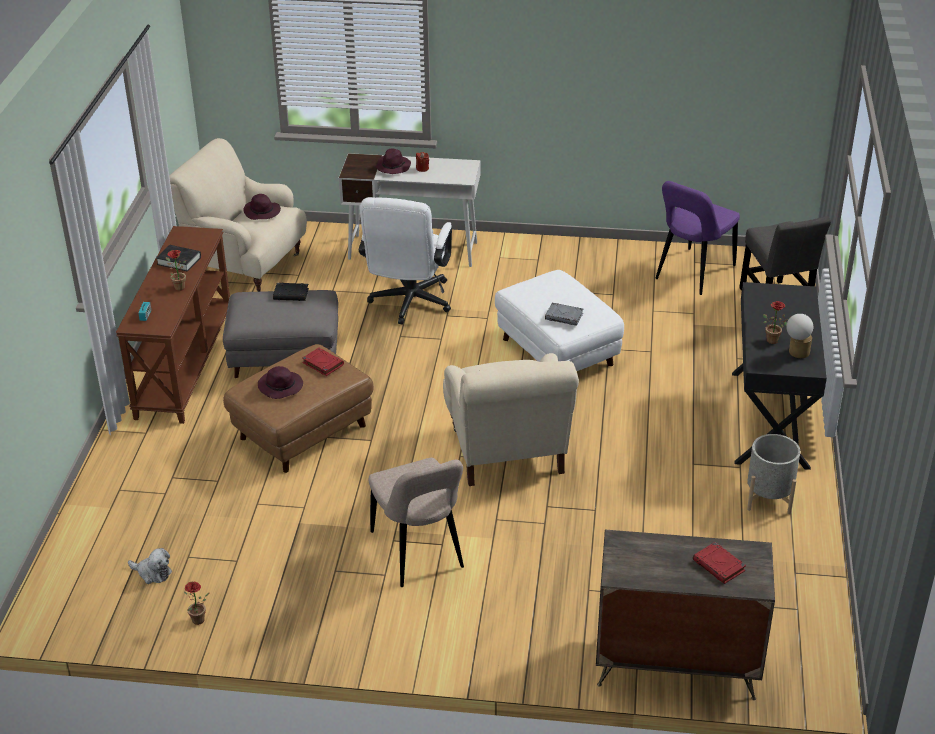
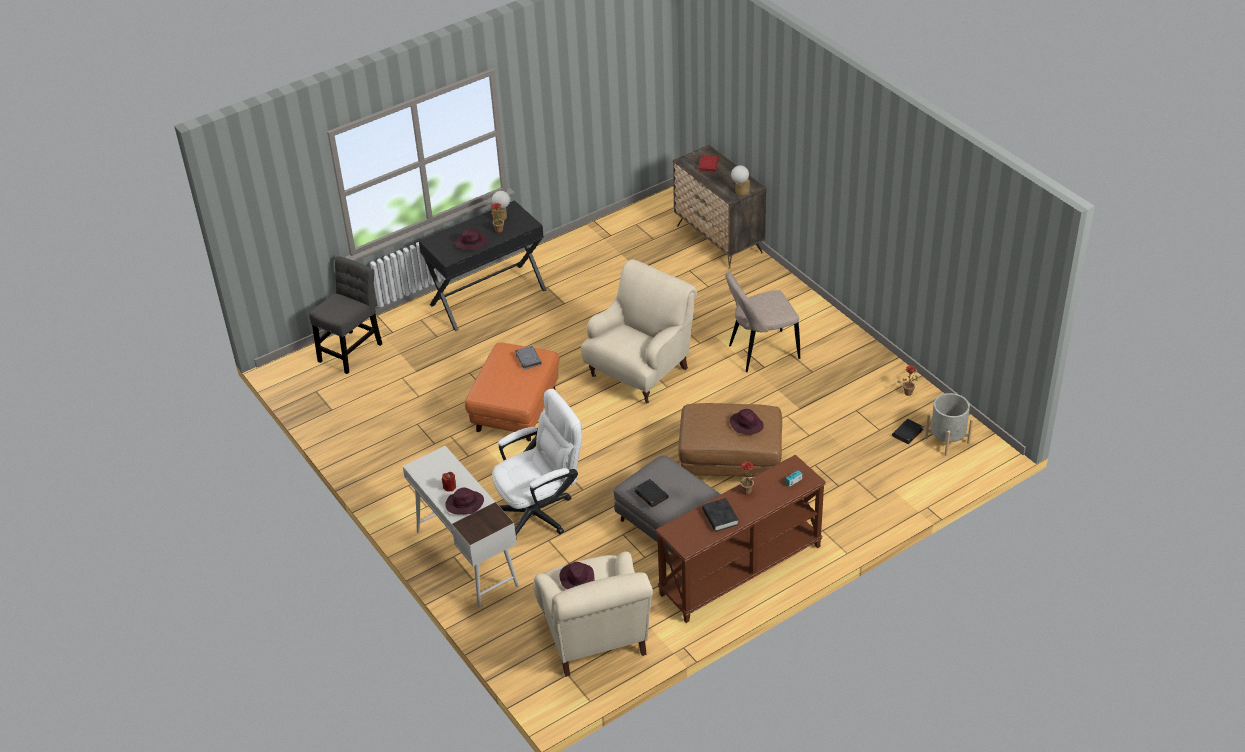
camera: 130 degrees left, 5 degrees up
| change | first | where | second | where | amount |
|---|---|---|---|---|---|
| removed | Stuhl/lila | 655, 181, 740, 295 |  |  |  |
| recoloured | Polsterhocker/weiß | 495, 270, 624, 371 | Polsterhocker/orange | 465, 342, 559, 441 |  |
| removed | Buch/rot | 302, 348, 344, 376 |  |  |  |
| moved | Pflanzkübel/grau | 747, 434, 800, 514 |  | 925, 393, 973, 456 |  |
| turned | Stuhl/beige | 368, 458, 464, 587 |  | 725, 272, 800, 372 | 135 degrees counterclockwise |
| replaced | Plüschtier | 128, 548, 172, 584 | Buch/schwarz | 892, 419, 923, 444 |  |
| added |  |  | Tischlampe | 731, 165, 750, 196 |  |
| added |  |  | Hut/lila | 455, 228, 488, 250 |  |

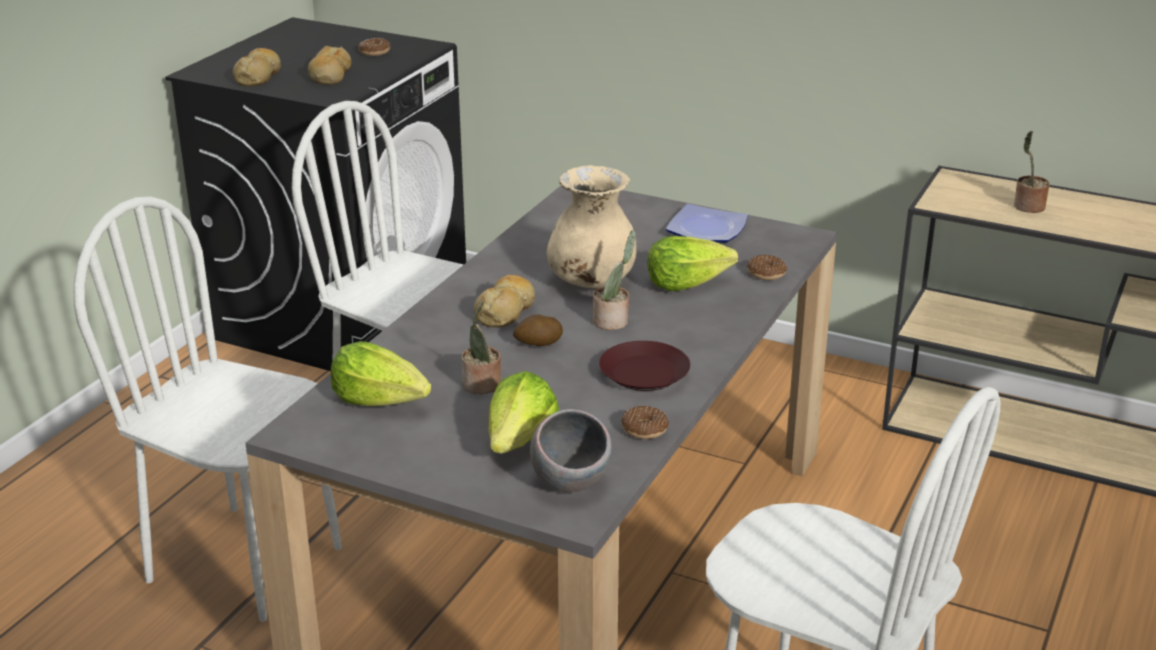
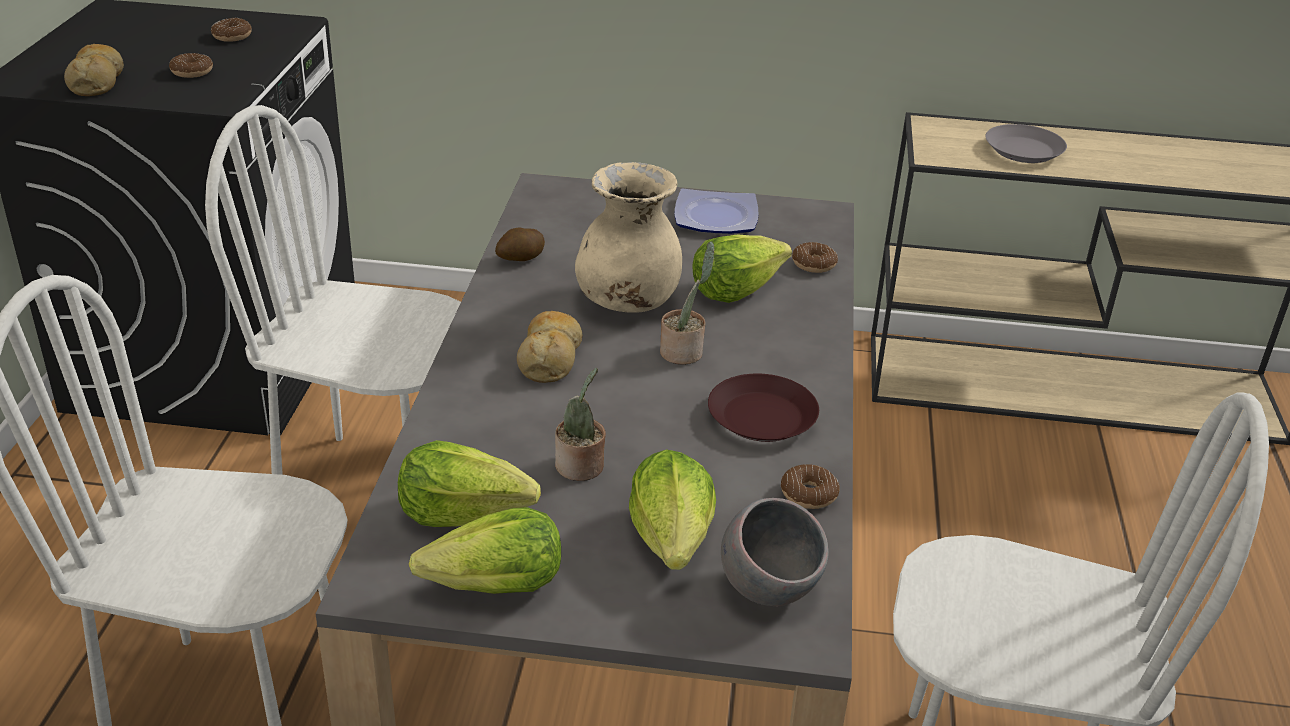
camera: 20 degrees left, 5 degrees up
| change | first | where | second | where | amount |
|---|---|---|---|---|---|
| replaced | Brot | 308, 46, 351, 85 | Donut | 169, 53, 213, 78 |  |
| replaced | Topfpflanze | 1014, 131, 1050, 213 | Teller/grau | 985, 124, 1067, 163 |  |
| moved | Kartoffel | 513, 315, 563, 346 |  | 495, 227, 545, 261 |  |
| added |  |  | Salatkopf | 409, 507, 561, 594 |  |

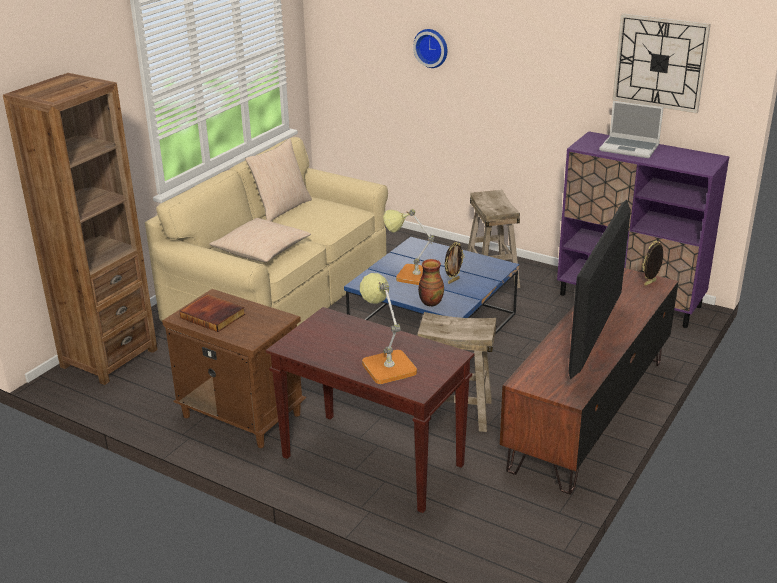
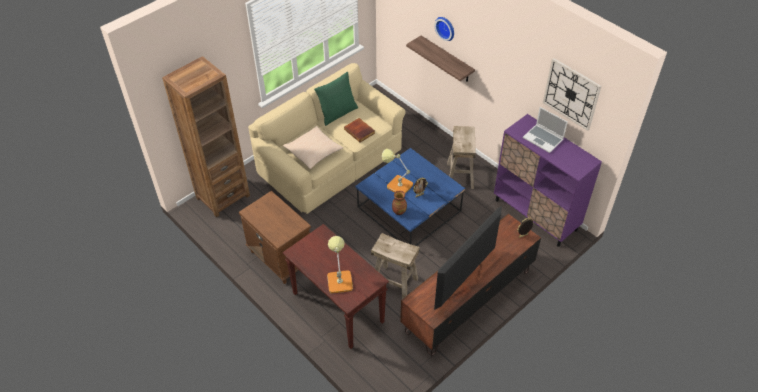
camera: 15 degrees right, 20 degrees up
| change | first | where | second | where | amount |
|---|---|---|---|---|---|
| recoloured | Kissen/beige | 245, 138, 312, 221 | Kissen/grün | 314, 72, 358, 126 |  |
| moved | Buch | 179, 294, 245, 332 |  | 344, 118, 375, 142 |  |
| added |  |  | Wandregal | 406, 36, 475, 82 |  |

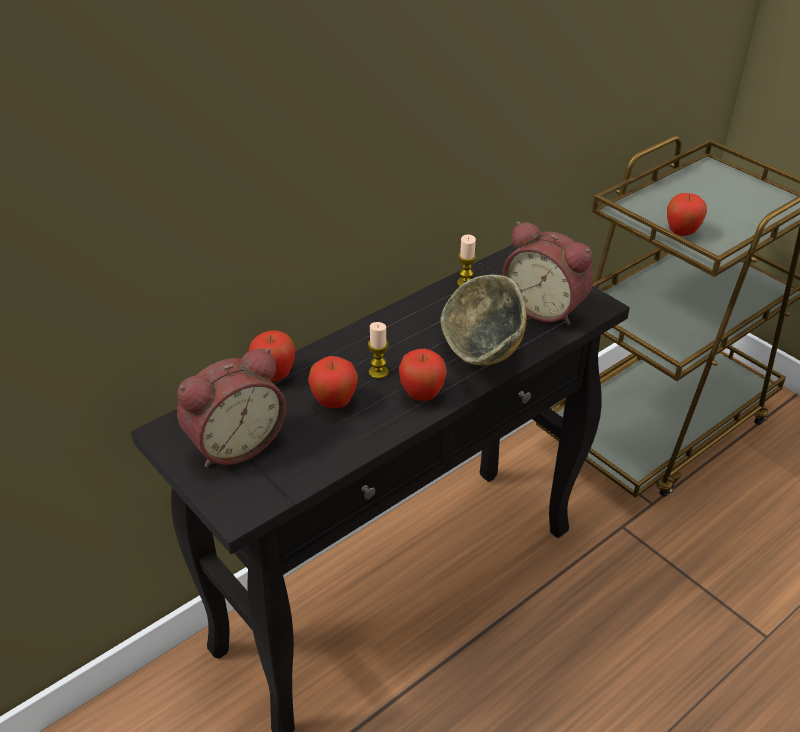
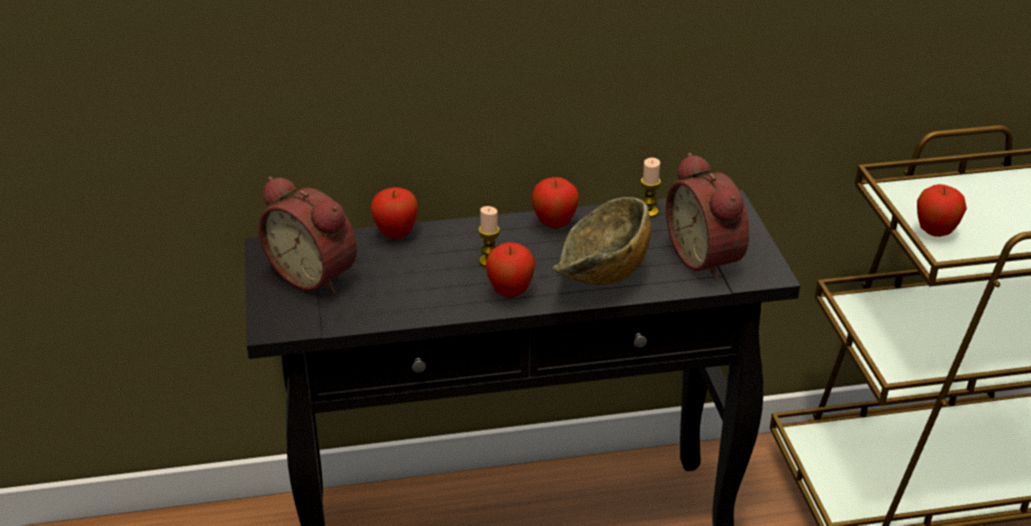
camera: 30 degrees right, 5 degrees down
| change | first | where | second | where | amount |
|---|---|---|---|---|---|
| turned | Wecker | 177, 348, 286, 467 |  | 258, 177, 357, 294 | 45 degrees clockwise |
| moved | Apfel | 308, 356, 358, 408 |  | 531, 177, 579, 229 |  |

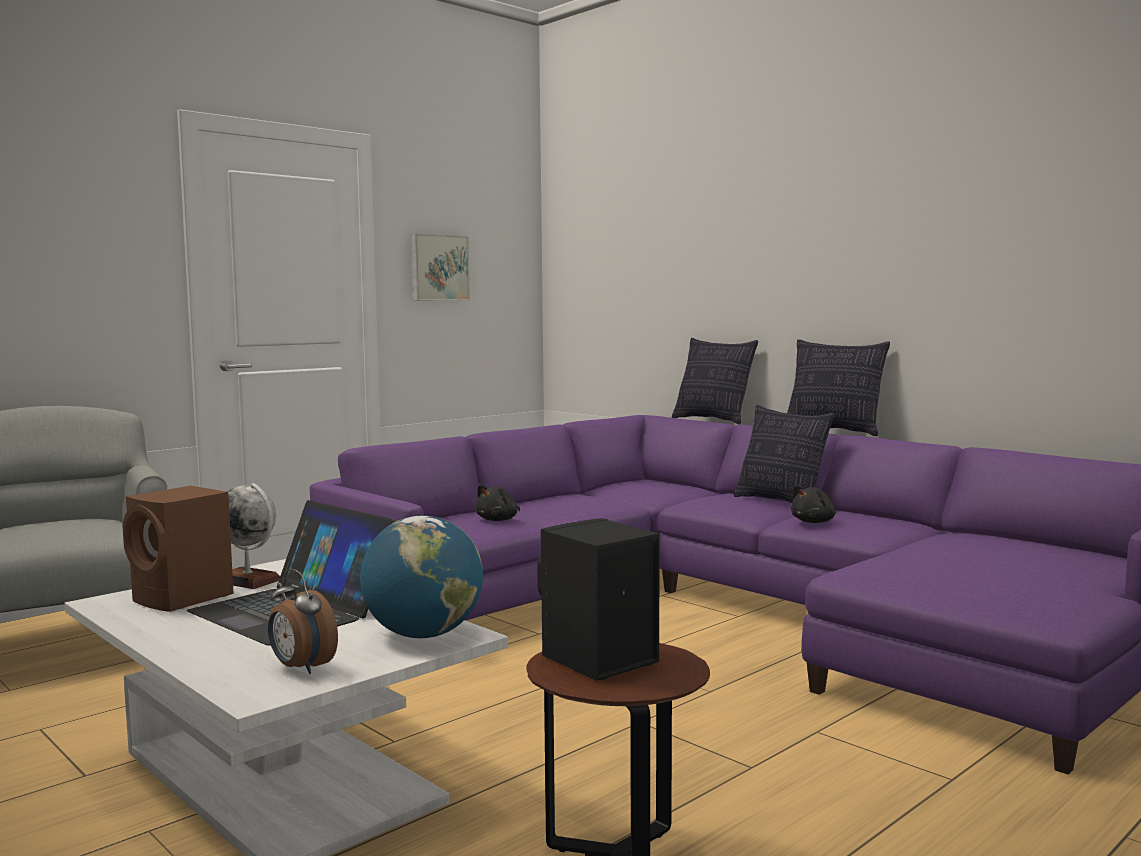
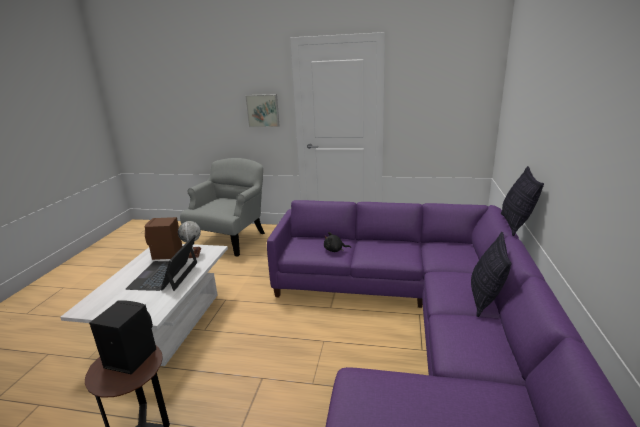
camera: 55 degrees right, 15 degrees up
| change | first | where | second | where | amount |
|---|---|---|---|---|---|
| moved | Bild | 411, 234, 470, 301 |  | 245, 94, 280, 127 |  |
| removed | Kissen | 787, 339, 890, 436 |  |  |  |
| removed | Plüschtier/schwarz | 791, 484, 836, 523 |  |  |  |
| removed | Globus | 360, 515, 483, 638 |  |  |  |
| removed | Wecker | 268, 569, 338, 674 |  |  |  |

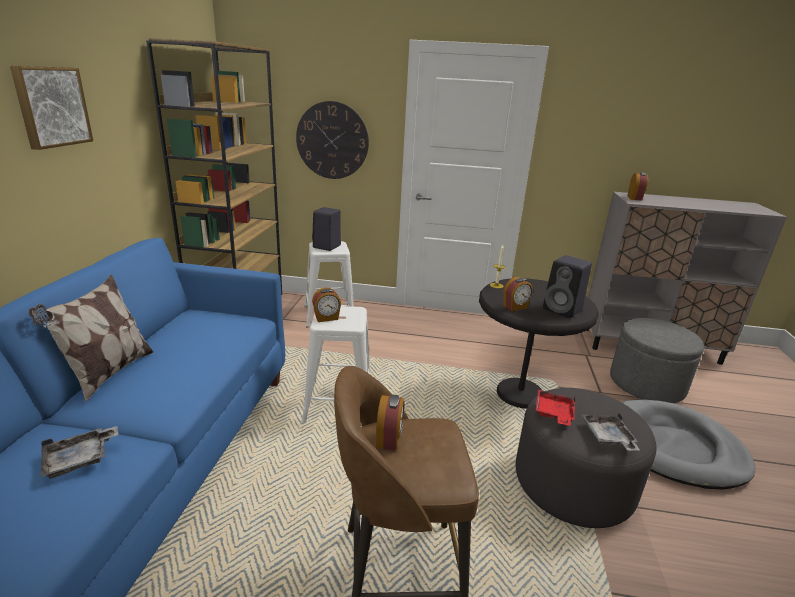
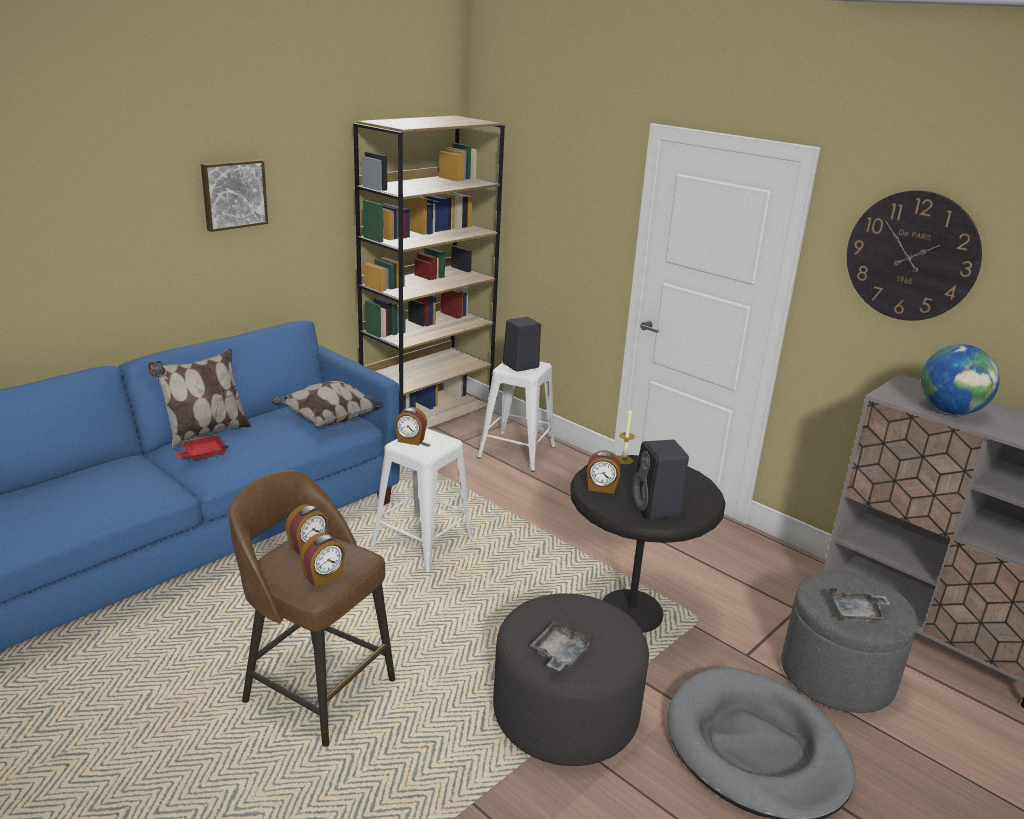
camera: 35 degrees right, 0 degrees up
| change | first | where | second | where | amount |
|---|---|---|---|---|---|
| moved | Wanduhr | 296, 101, 369, 179 |  | 847, 190, 982, 321 |  |
| moved | Wecker | 627, 172, 648, 201 |  | 300, 533, 345, 588 |  |
| moved | Tablett/rot | 535, 389, 576, 426 |  | 175, 434, 229, 460 |  |
| moved | Tablett/grau | 41, 426, 119, 479 |  | 829, 587, 891, 622 |  |
| added |  |  | Globus | 921, 344, 1000, 415 |  |
| added |  |  | Kissen | 271, 380, 384, 426 |  |

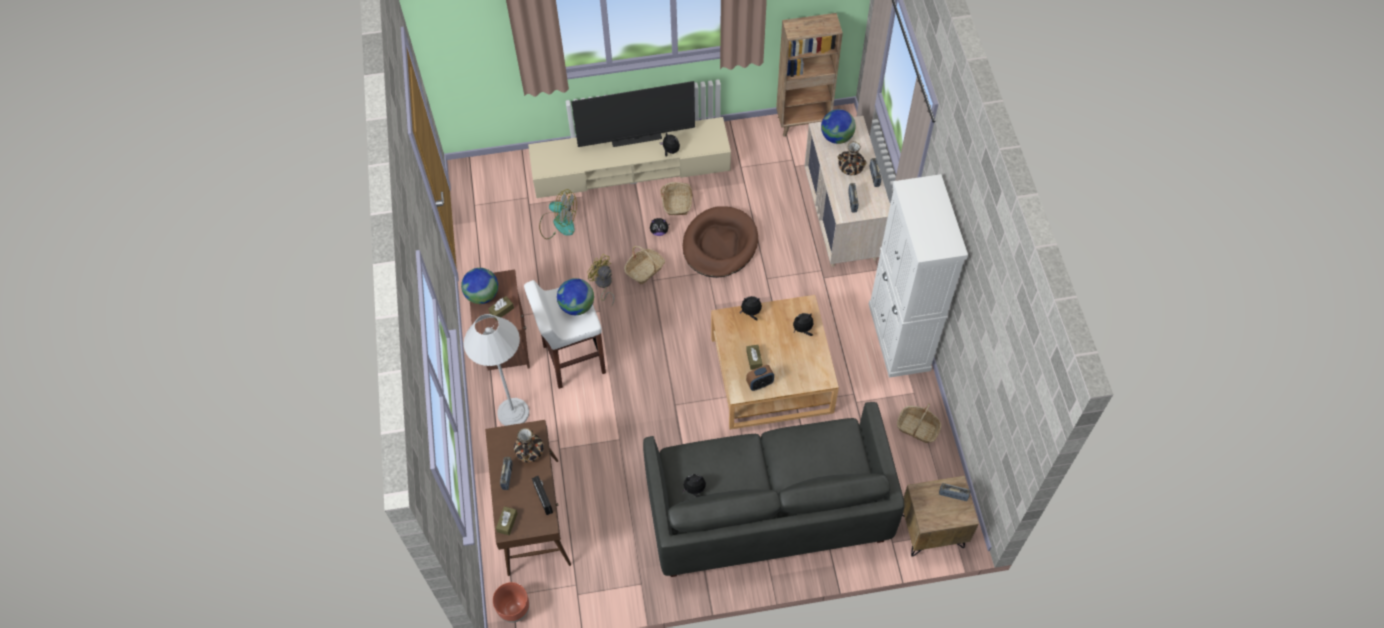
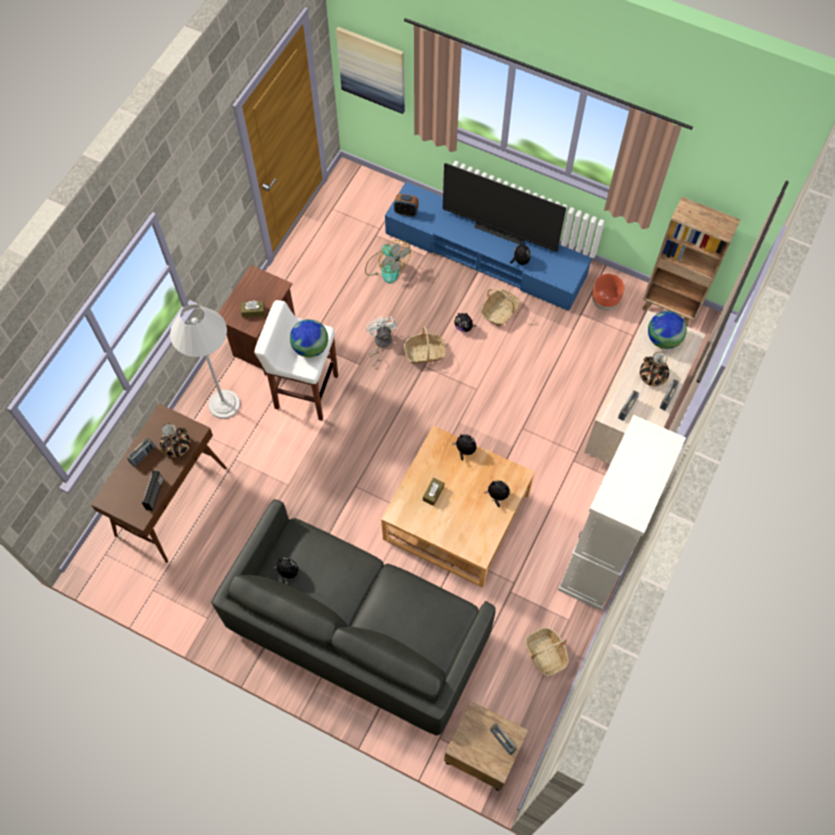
camera: 35 degrees right, 5 degrees up
| change | first | where | second | where | amount |
|---|---|---|---|---|---|
| recoloured | Fernsehschrank/beige | 528, 117, 731, 198 | Fernsehschrank/blau | 385, 182, 592, 311 |  |
| removed | Hundebett/braun | 683, 206, 758, 278 |  |  |  |
| recoloured | Ventilator/gelb | 587, 254, 614, 306 | Ventilator/weiß | 366, 316, 397, 367 |  |
| removed | Globus | 461, 268, 498, 304 |  |  |  |
| moved | Wecker | 746, 365, 774, 391 |  | 394, 194, 419, 217 |  |
| removed | Taschentuchbox/braun | 496, 506, 518, 535 |  |  |  |
| moved | Pflanzkübel/braun | 493, 582, 530, 623 |  | 592, 274, 625, 310 |  |
| added |  |  | Bild | 336, 27, 405, 114 |  |

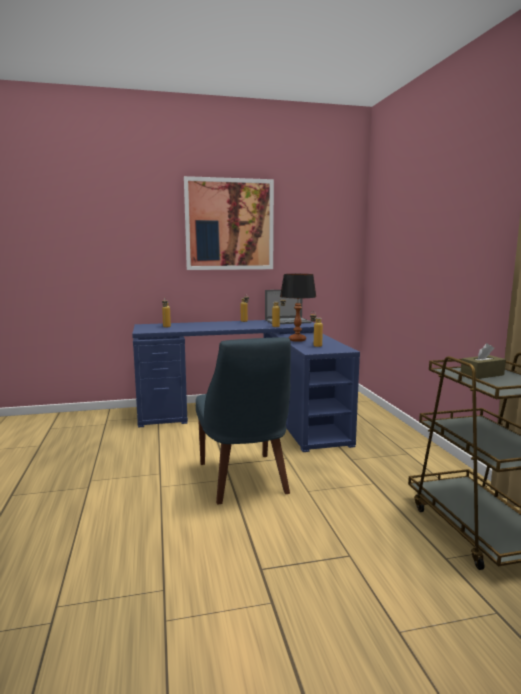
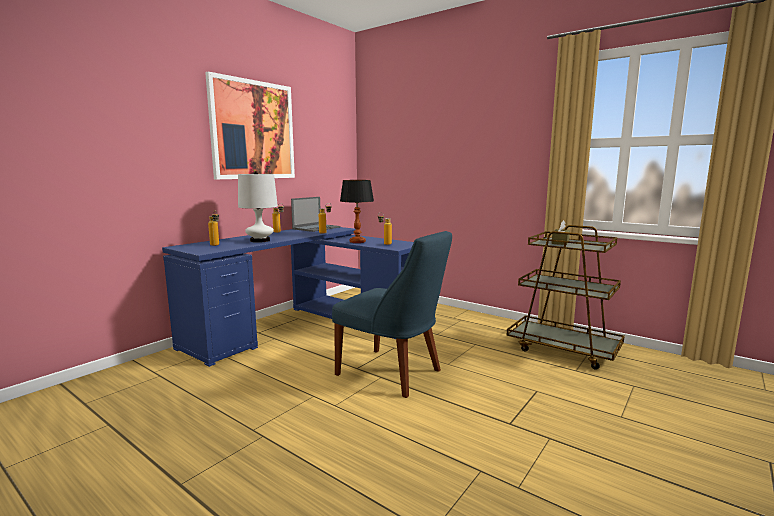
camera: 40 degrees left, 0 degrees up
| change | first | where | second | where | amount |
|---|---|---|---|---|---|
| added |  |  | Tischlampe/weiß | 238, 171, 278, 243 |  |

